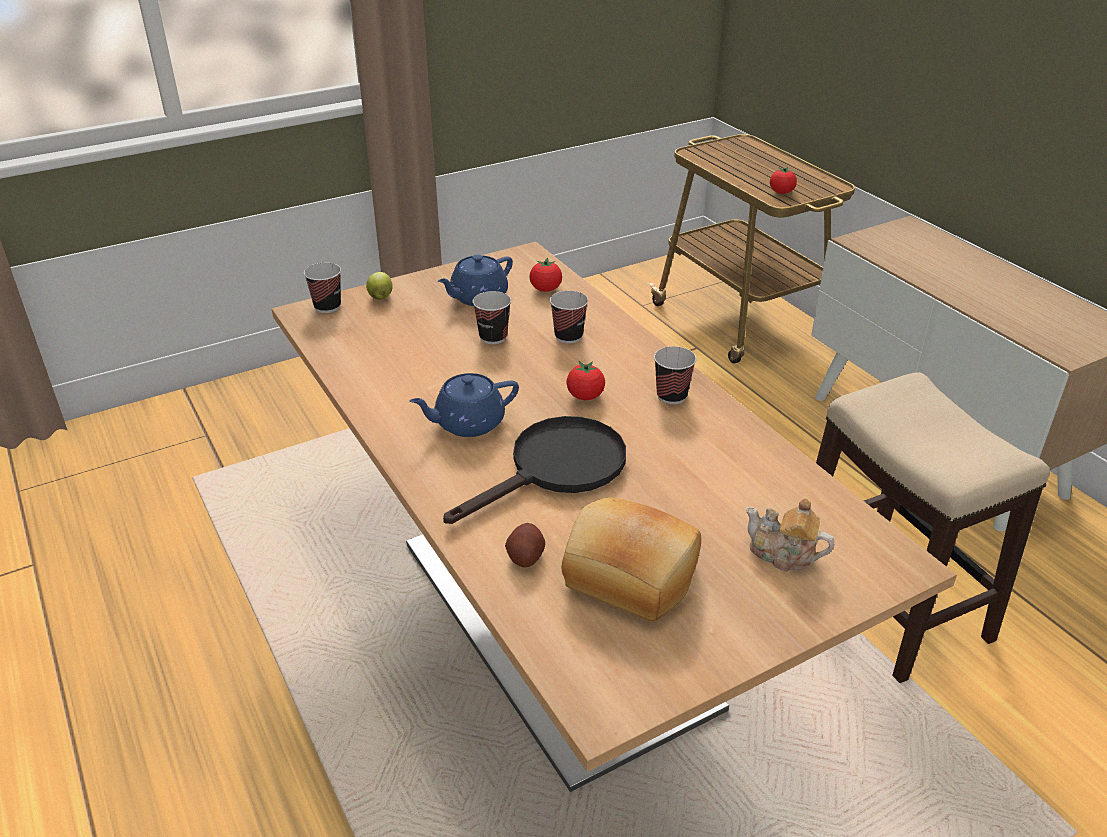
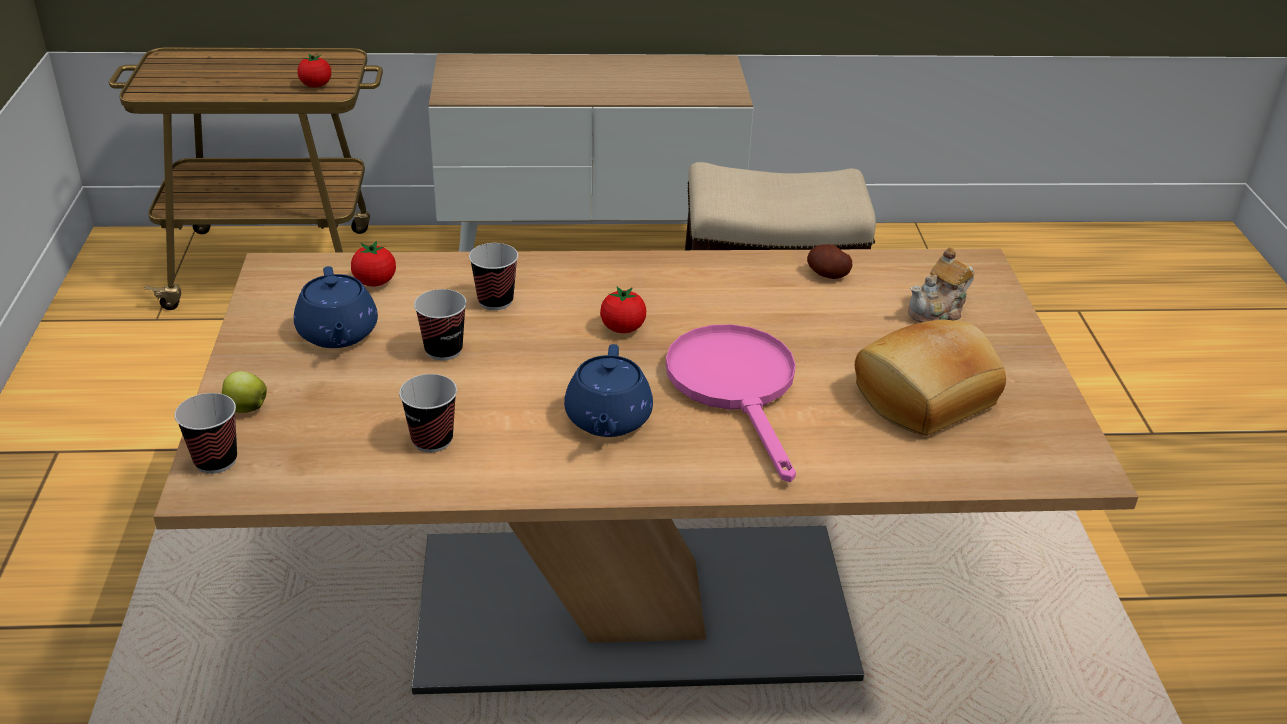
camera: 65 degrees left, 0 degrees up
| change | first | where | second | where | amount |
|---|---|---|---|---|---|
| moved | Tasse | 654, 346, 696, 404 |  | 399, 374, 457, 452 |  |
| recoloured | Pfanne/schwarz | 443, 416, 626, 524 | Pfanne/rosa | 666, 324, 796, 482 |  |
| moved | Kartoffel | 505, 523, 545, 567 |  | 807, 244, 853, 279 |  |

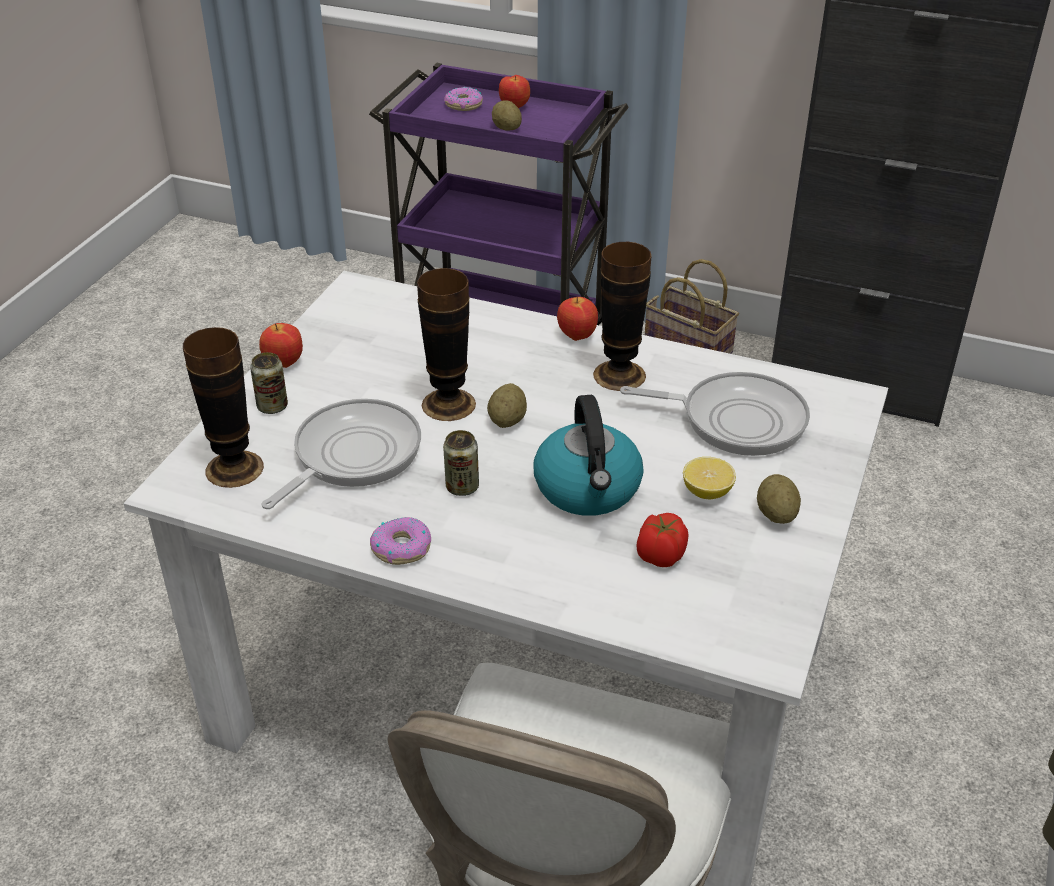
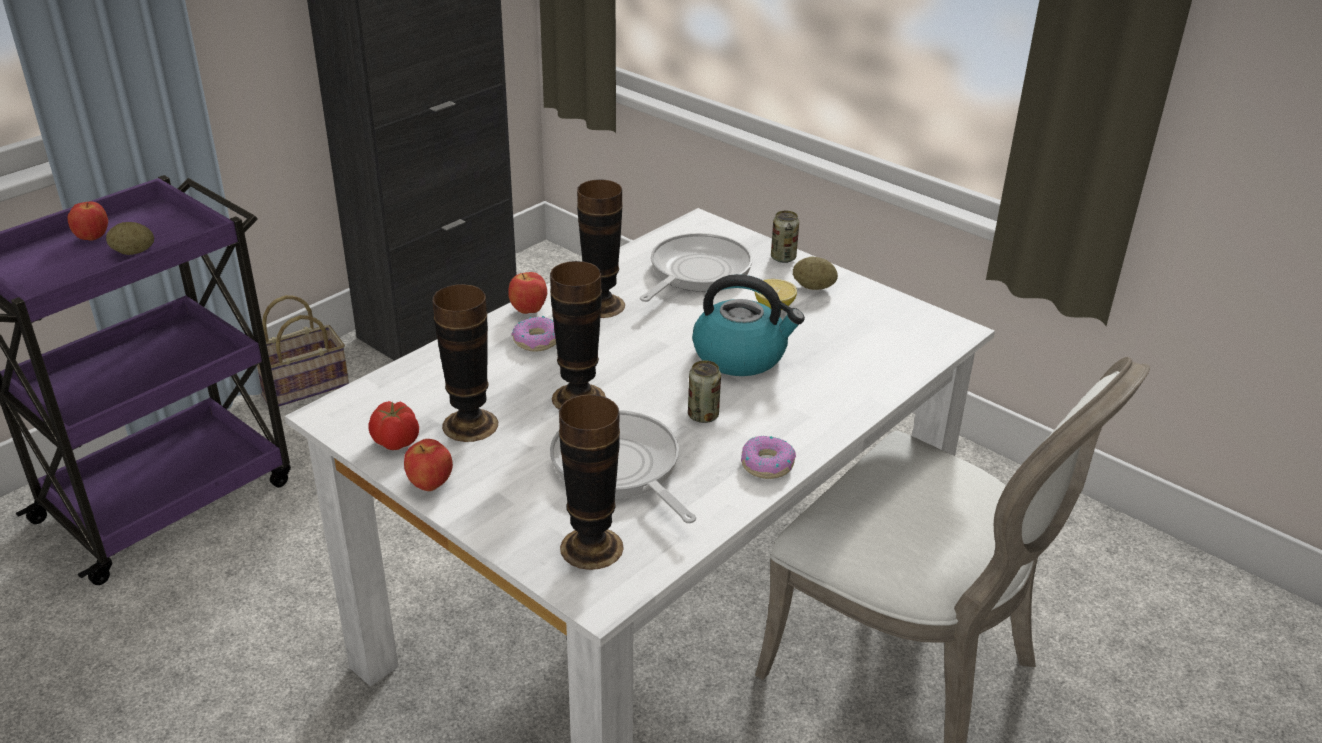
camera: 70 degrees left, 5 degrees down
| change | first | where | second | where | amount |
|---|---|---|---|---|---|
| moved | Donut | 444, 87, 483, 111 |  | 511, 316, 556, 352 |  |
| moved | Dose | 250, 352, 288, 414 |  | 771, 211, 799, 263 |  |
| removed | Kartoffel | 487, 383, 527, 428 |  |  |  |
| moved | Tomate | 636, 513, 689, 567 |  | 368, 401, 419, 450 |  |
| added |  |  | Vase | 432, 284, 498, 442 |  |

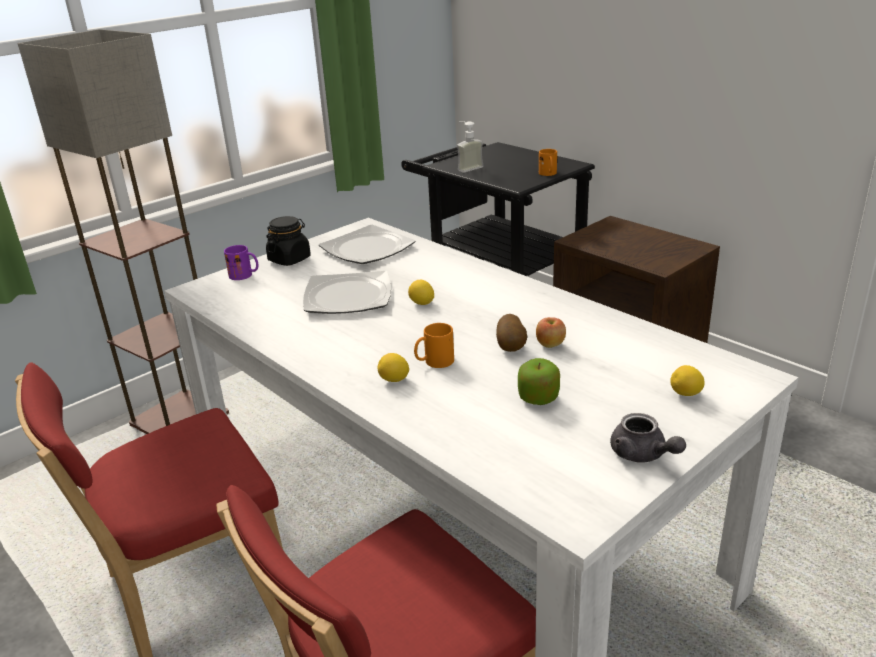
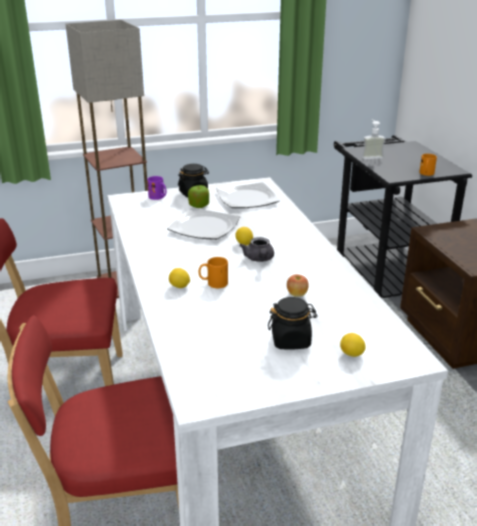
camera: 25 degrees right, 0 degrees up
| change | first | where | second | where | amount |
|---|---|---|---|---|---|
| removed | Kartoffel | 496, 314, 527, 352 |  |  |  |
| moved | Apfel | 518, 358, 560, 405 |  | 188, 185, 209, 208 |  |
| moved | Teekanne/grau | 610, 413, 686, 462 |  | 239, 237, 274, 262 |  |
| added |  |  | Vorratsglas/schwarz | 268, 297, 317, 349 |  |

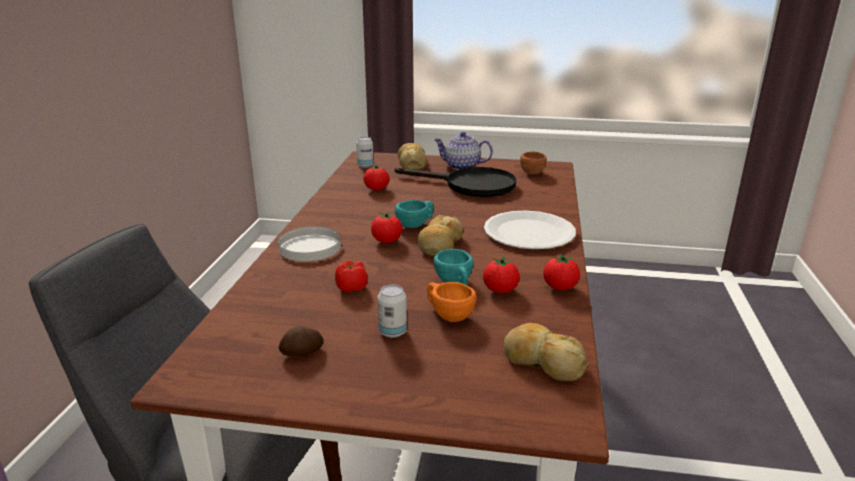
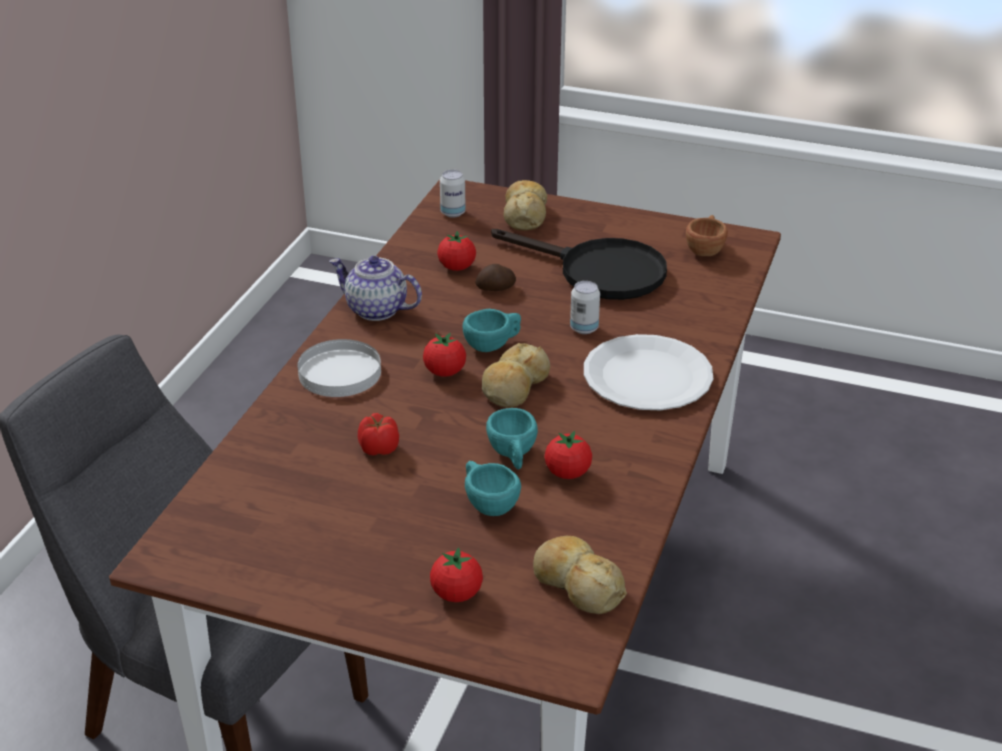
camera: 10 degrees right, 10 degrees up
| change | first | where | second | where | amount |
|---|---|---|---|---|---|
| moved | Teekanne | 433, 132, 493, 170 |  | 329, 256, 422, 321 |  |
| moved | Tomate | 543, 253, 580, 290 |  | 430, 547, 483, 602 |  |
| recoloured | Tasse/orange | 427, 282, 476, 322 | Tasse/türkis | 465, 461, 521, 516 |  |
| moved | Dose | 378, 284, 407, 338 |  | 570, 281, 600, 334 |  |
| moved | Kartoffel | 279, 326, 324, 356 |  | 475, 264, 516, 291 |  |

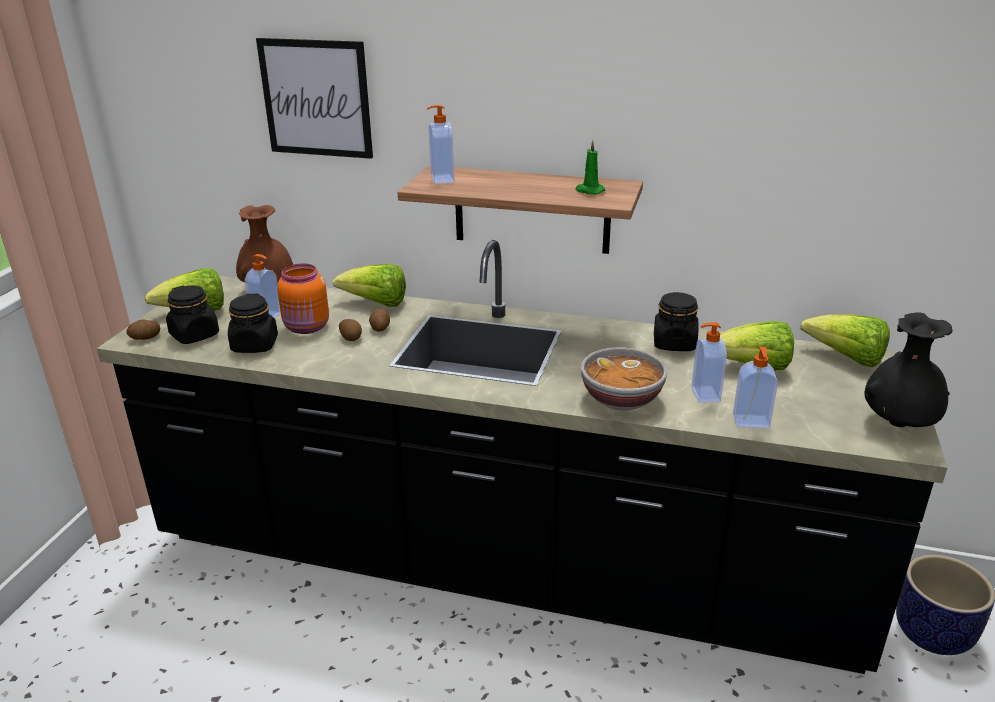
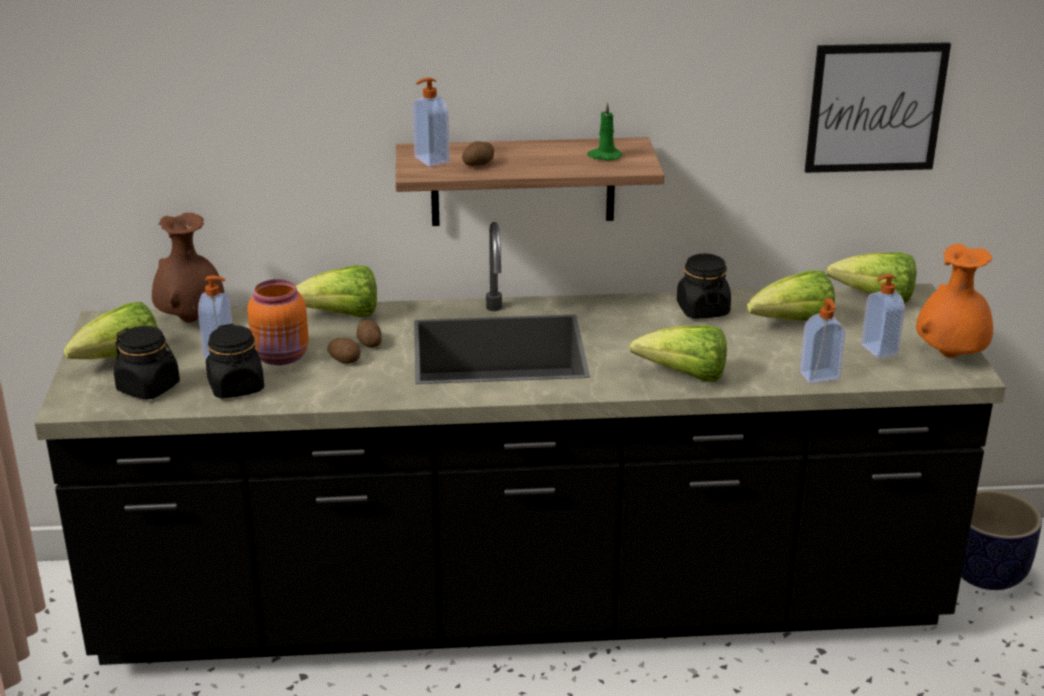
camera: 20 degrees left, 0 degrees up
| change | first | where | second | where | amount |
|---|---|---|---|---|---|
| moved | Bild | 256, 38, 373, 159 |  | 805, 42, 951, 173 |  |
| recoloured | Vase/schwarz | 864, 312, 953, 427 | Vase/orange | 916, 244, 993, 358 |  |
| moved | Kartoffel | 126, 320, 160, 340 |  | 462, 141, 494, 166 |  |
| moved | Seifenspender | 692, 322, 727, 403 |  | 861, 274, 905, 359 |  |
| replaced | Schüssel | 581, 347, 667, 410 | Salatkopf | 629, 325, 727, 382 |  |

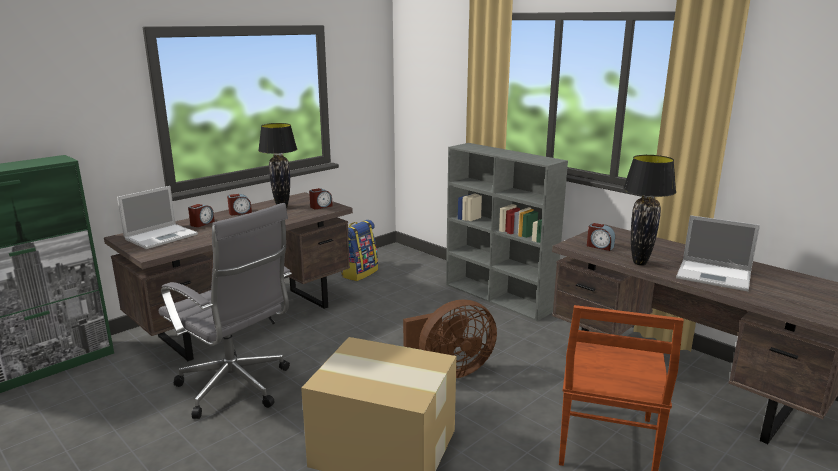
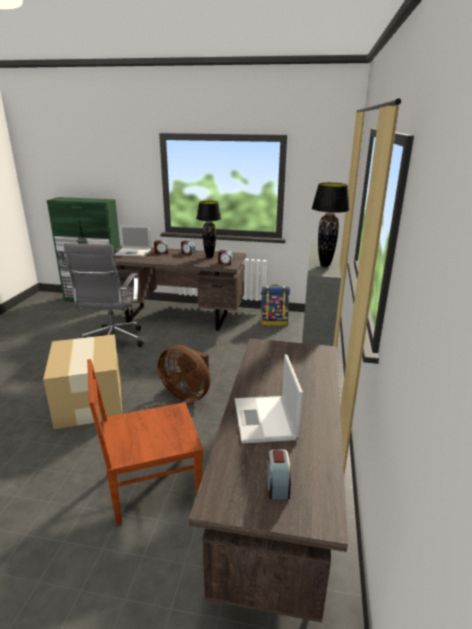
camera: 55 degrees right, 5 degrees up
| change | first | where | second | where | amount |
|---|---|---|---|---|---|
| moved | Tischlampe/schwarz | 623, 155, 676, 266 |  | 312, 182, 350, 267 |  |
| moved | Wecker | 587, 223, 615, 251 |  | 267, 449, 291, 499 |  |

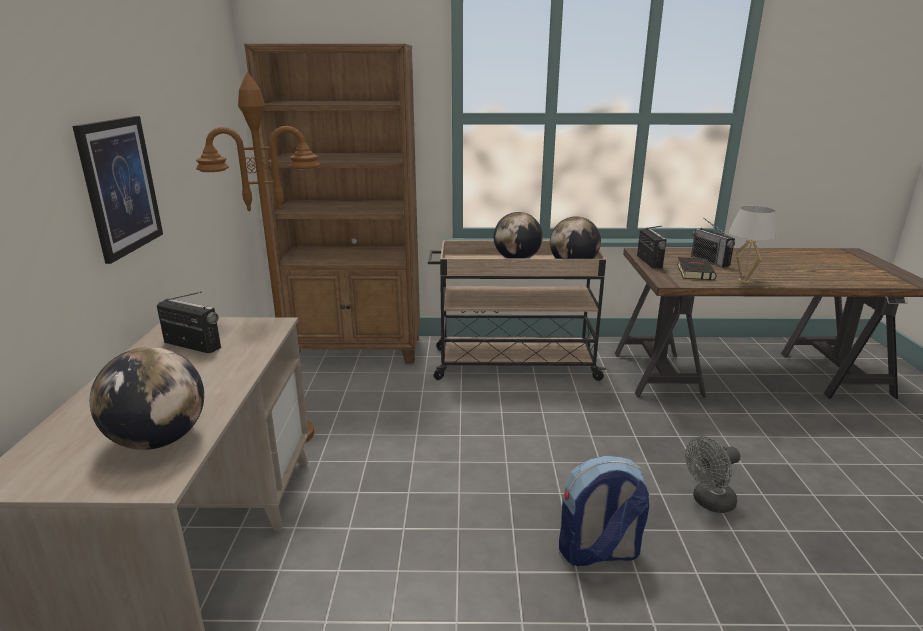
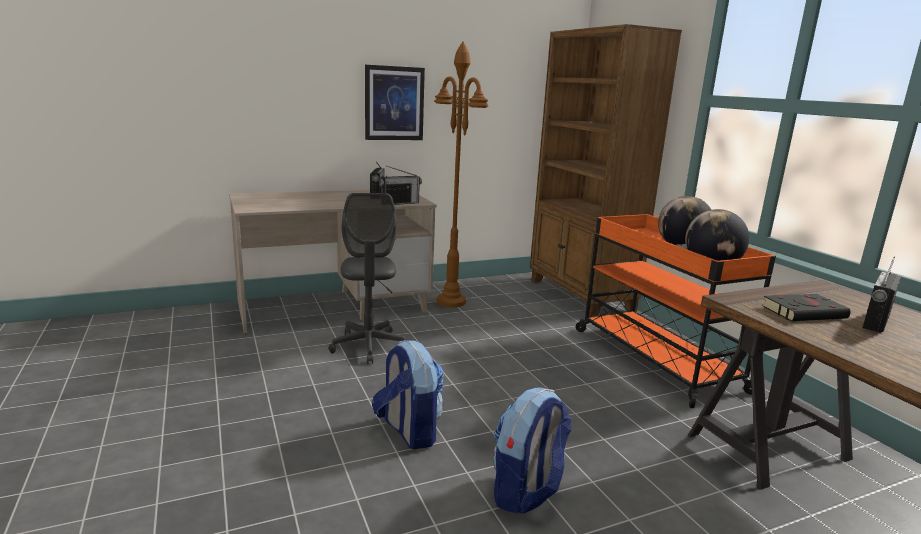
camera: 65 degrees right, 5 degrees down
| change | first | where | second | where | amount |
|---|---|---|---|---|---|
| removed | Tischlampe/weiß | 729, 206, 778, 283 |  |  |  |
| moved | Radio | 637, 226, 667, 268 |  | 379, 166, 422, 205 |  |
| recoloured | Rollwagen/beige | 428, 240, 607, 381 | Rollwagen/orange | 576, 214, 776, 408 |  |
| removed | Globus | 90, 347, 204, 450 |  |  |  |
| replaced | Ventilator/grau | 685, 436, 740, 513 | Rucksack | 493, 387, 571, 514 |  |
| added |  |  | Bürostuhl/grau | 328, 193, 405, 364 |  |

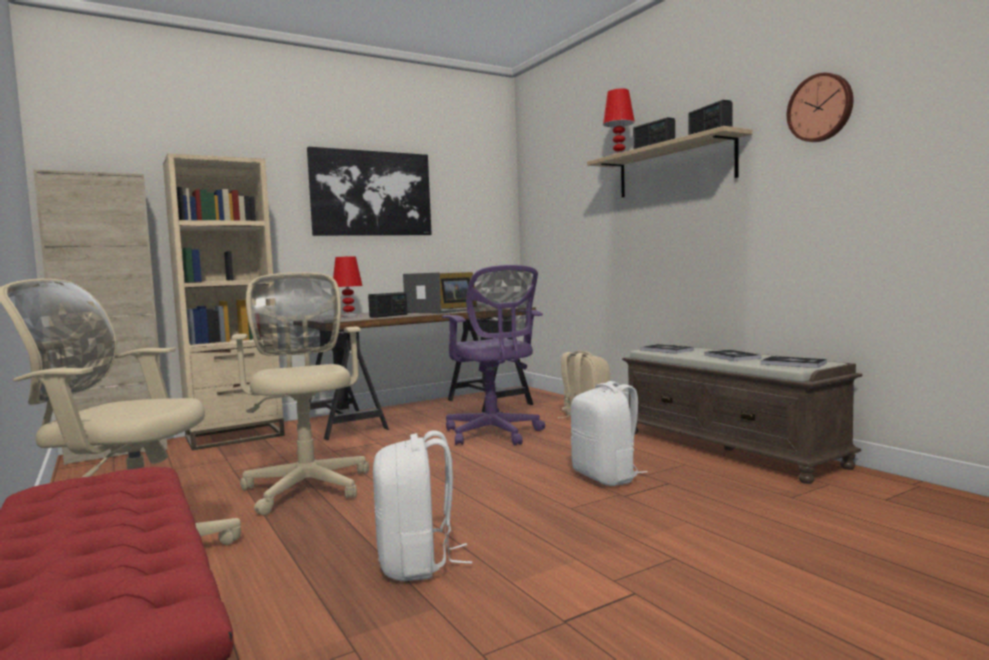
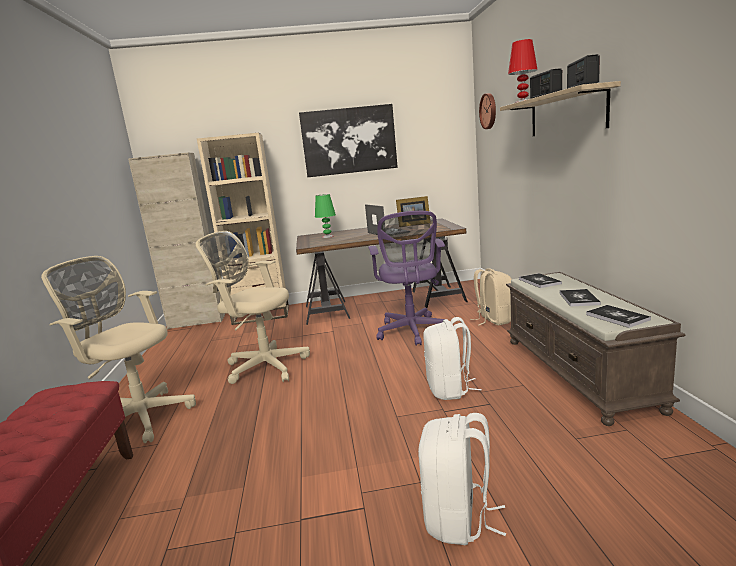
camera: 25 degrees right, 10 degrees up
| change | first | where | second | where | amount |
|---|---|---|---|---|---|
| moved | Wanduhr | 787, 73, 854, 142 |  | 479, 93, 496, 129 |  |
| recoloured | Tischlampe/rot | 333, 256, 363, 317 | Tischlampe/grün | 315, 194, 336, 238 |  |
| turned | Bürostuhl/beige | 231, 272, 369, 516 |  | 196, 231, 310, 384 | 75 degrees counterclockwise |
| removed | Radio | 368, 292, 407, 318 |  |  |  |
| moved | Rucksack/weiß | 373, 430, 472, 581 |  | 418, 413, 506, 545 |  |

